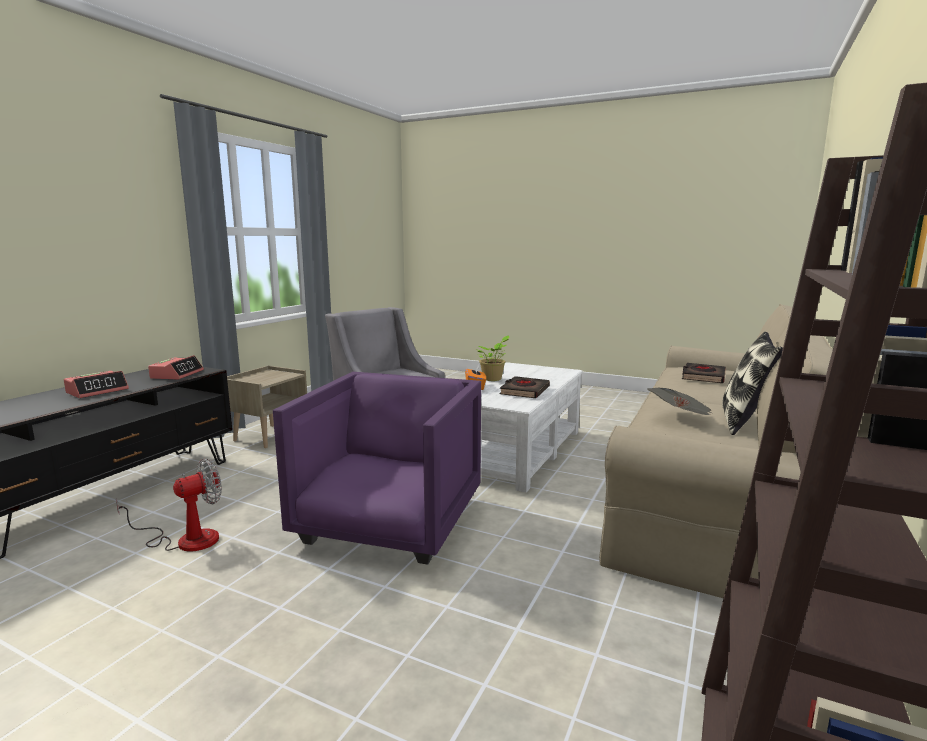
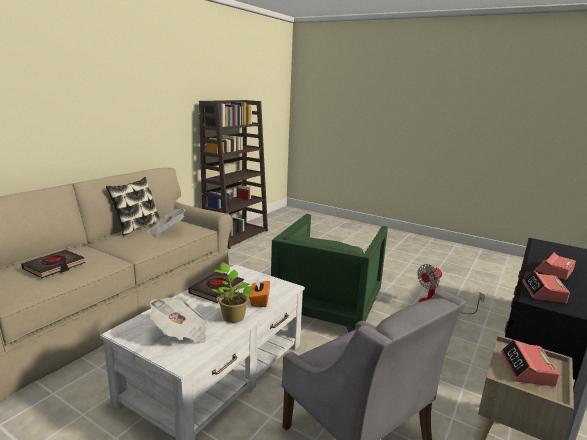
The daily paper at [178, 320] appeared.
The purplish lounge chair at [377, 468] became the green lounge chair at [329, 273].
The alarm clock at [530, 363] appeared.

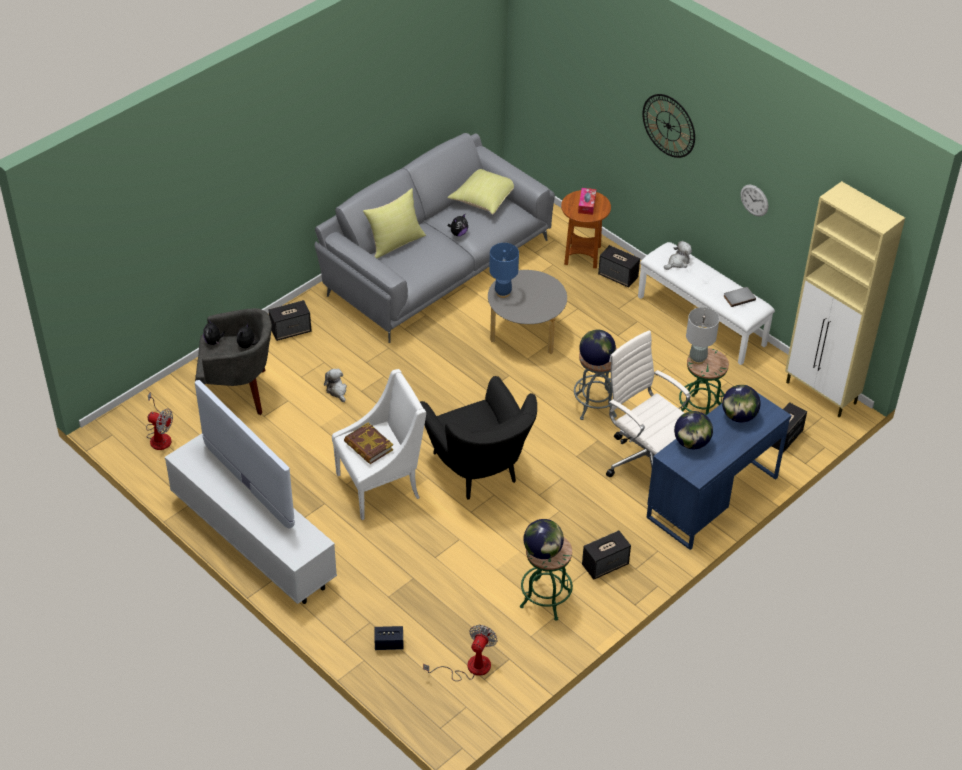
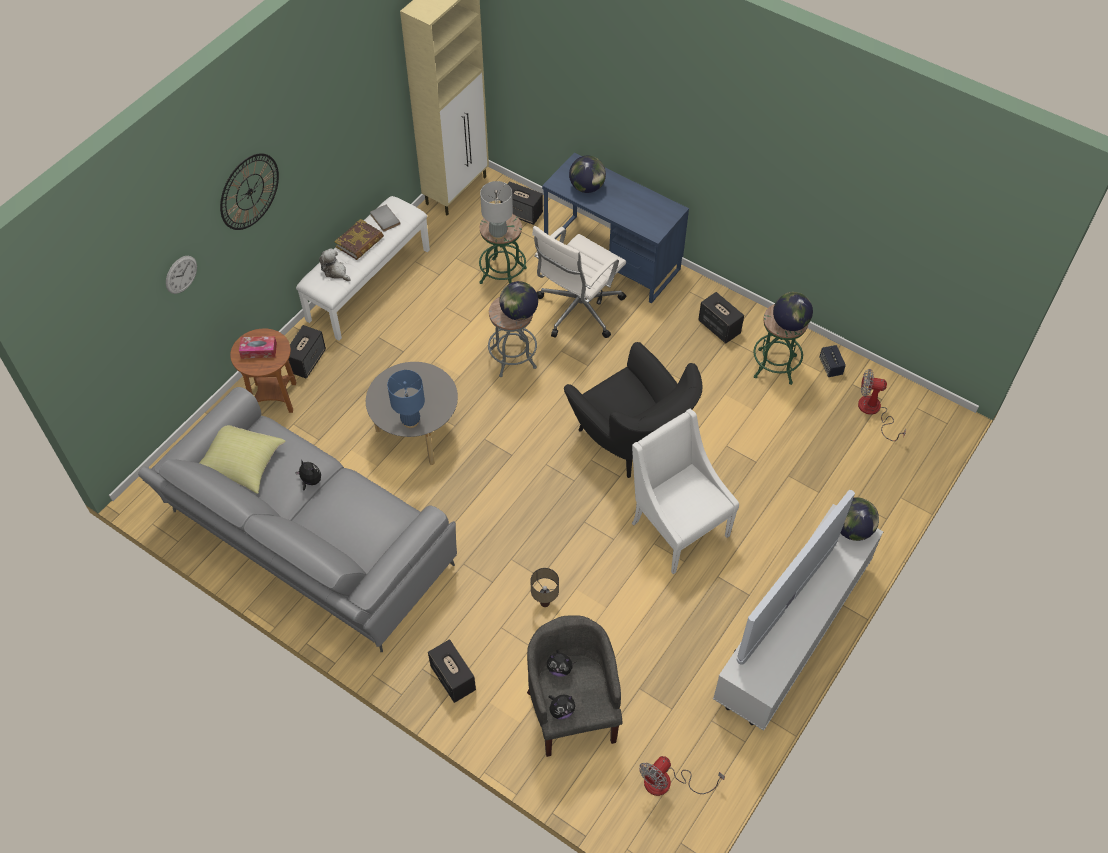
The wall clock moved from [754, 200] to [181, 275].
The volume moved from [368, 443] to [359, 239].
The soft toy at [335, 385] was replaced by the table lamp at [544, 587].
The black lounge chair at [478, 438] turned 90 degrees clockwise.
The cooling fan at [159, 421] turned 150 degrees counterclockwise.
The loudspeaker moved from [388, 638] to [833, 361].
The world globe moved from [693, 430] to [860, 519].
The yellow throw pillow at [394, 223] disappeared.

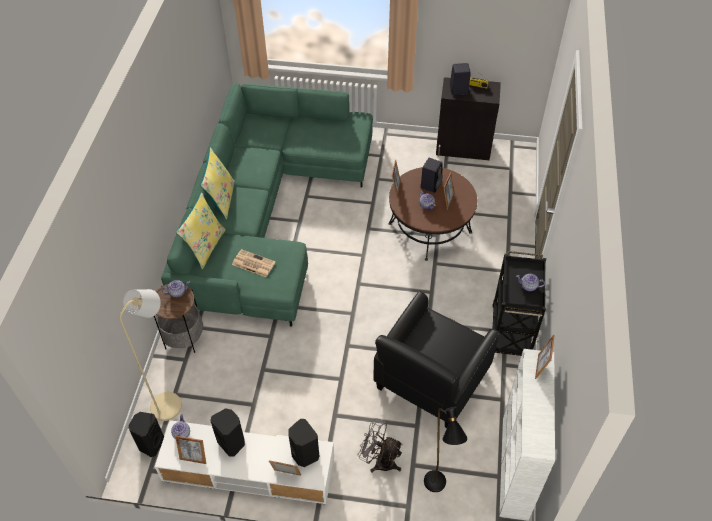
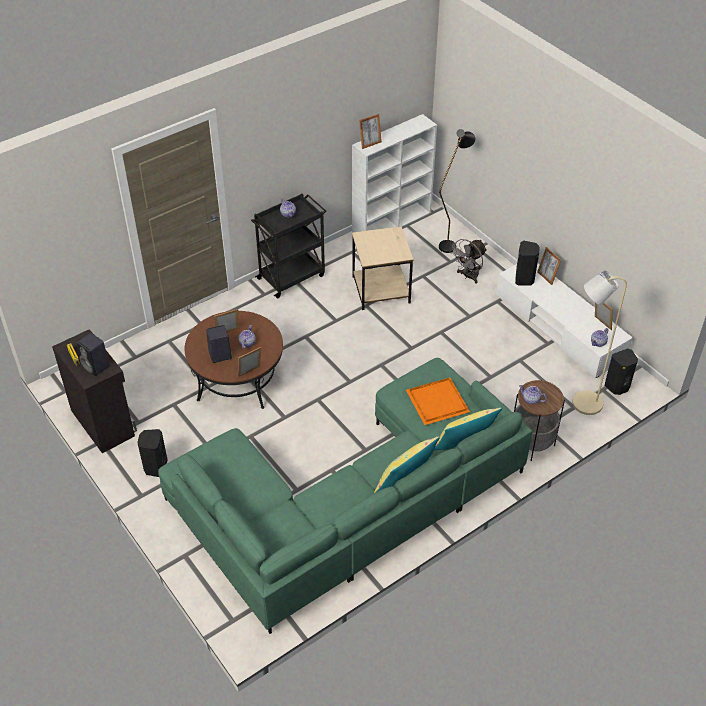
The black loudspeaker moved from [227, 432] to [152, 453].
The black lounge chair at [437, 359] was replaced by the sand-coloured accent table at [382, 268].
The daily paper at [253, 263] was replaced by the orange-coloured carrying tray at [438, 401].
The greyish cooling fan at [380, 445] turned 60 degrees clockwise.

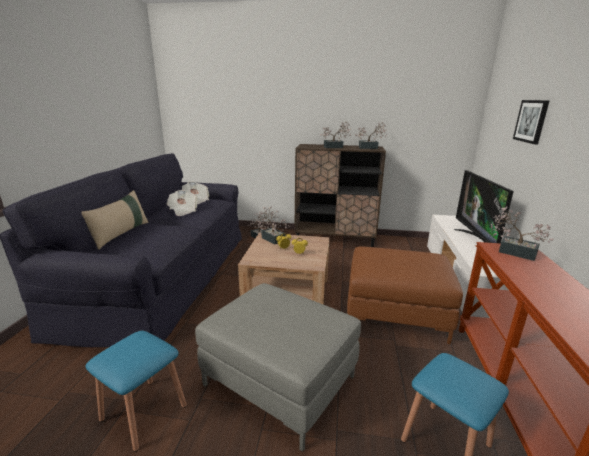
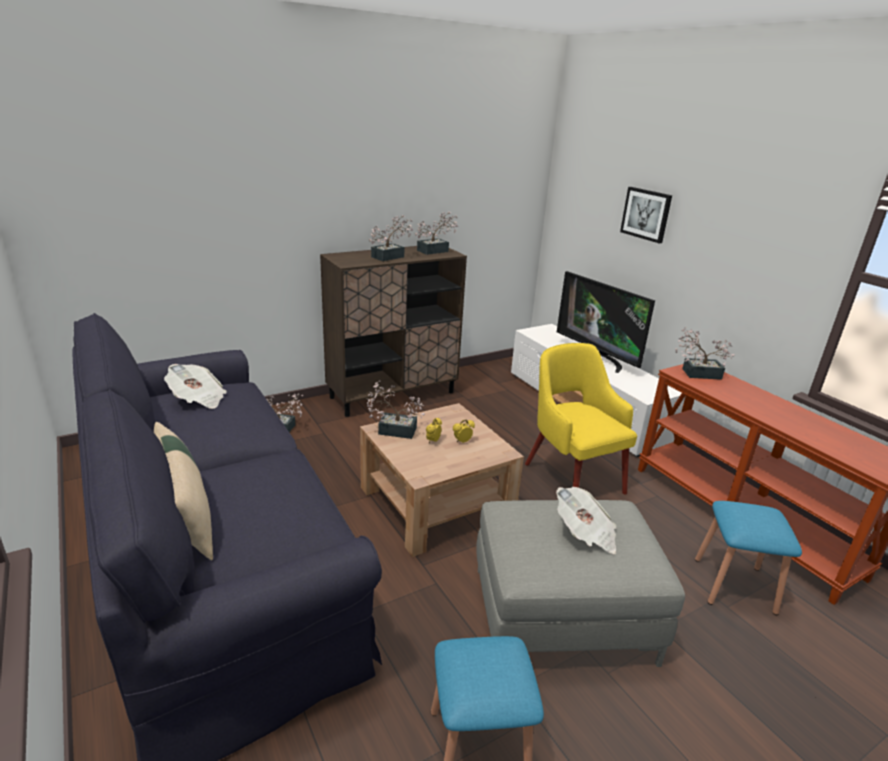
The brown ottoman at [405, 295] was replaced by the yellow lounge chair at [581, 419].
The daily paper moved from [182, 203] to [586, 520].

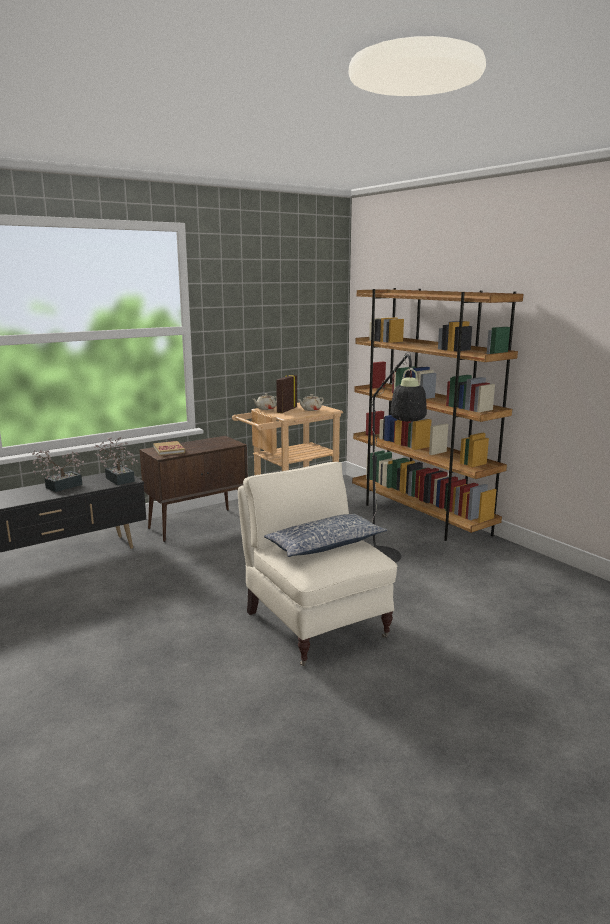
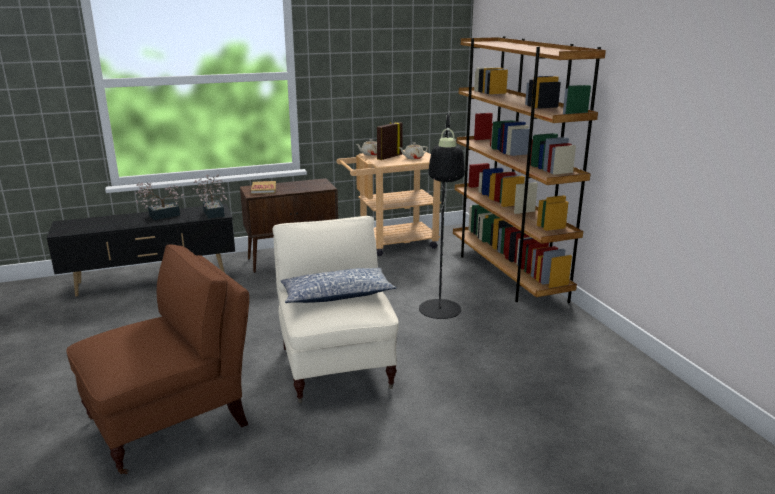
The brown lounge chair at [157, 359] appeared.

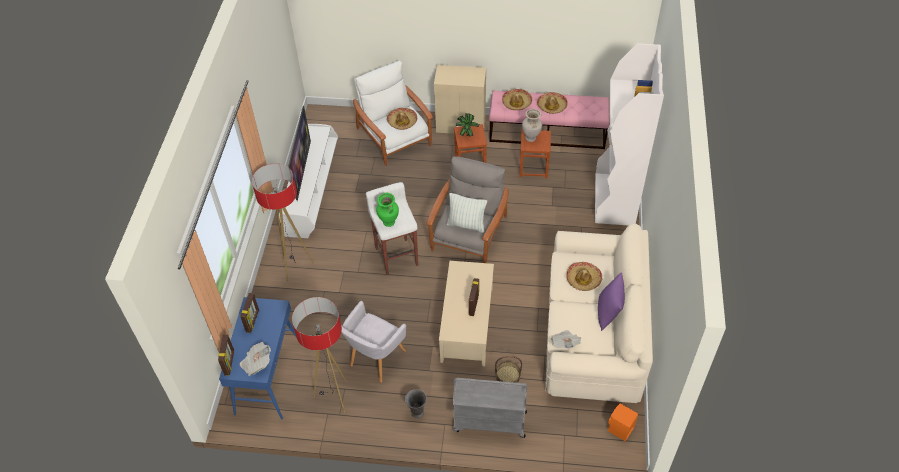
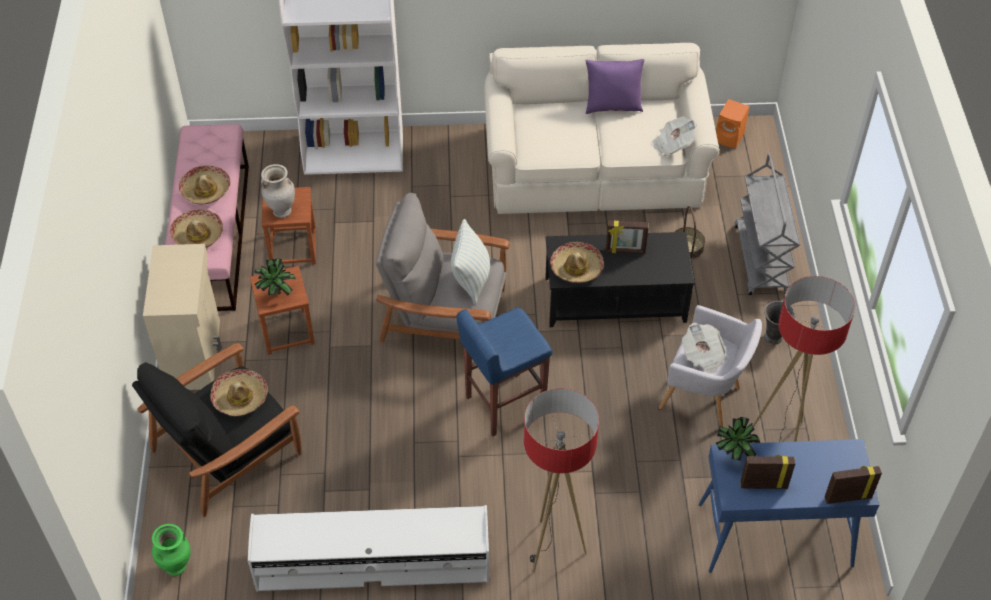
The white-coloured lounge chair at [393, 113] became the black lounge chair at [217, 430].
The green flower vase moved from [387, 210] to [171, 550].
The white-coloured stool at [392, 228] became the blue stool at [504, 372].
The sand-coloured lounge table at [466, 313] became the black lounge table at [620, 279].
The wearable hat moved from [584, 276] to [577, 262].
The daily paper moved from [255, 359] to [704, 349].
The plant in a pot at [738, 439] appeared.
The television at [299, 153] disappeared.

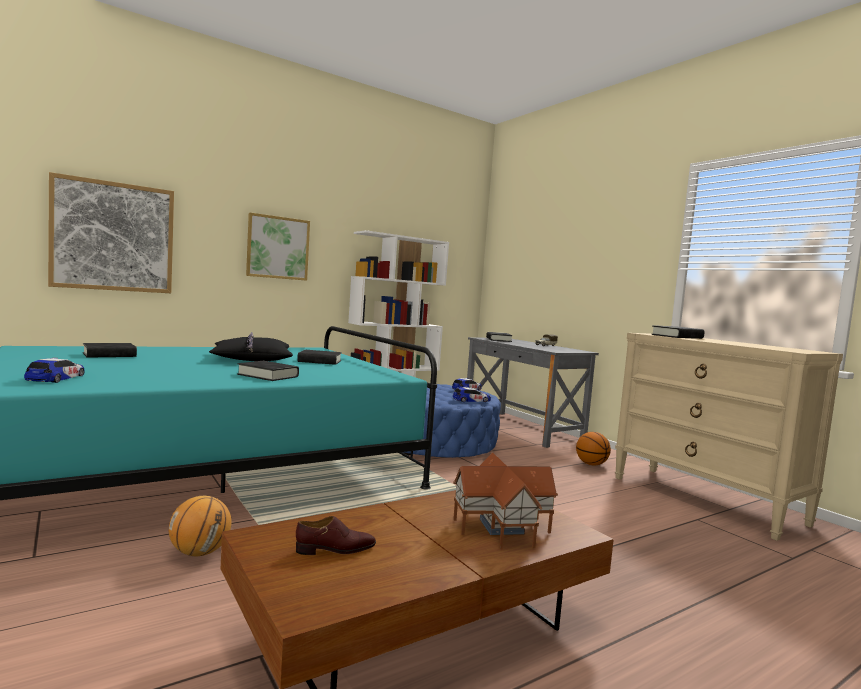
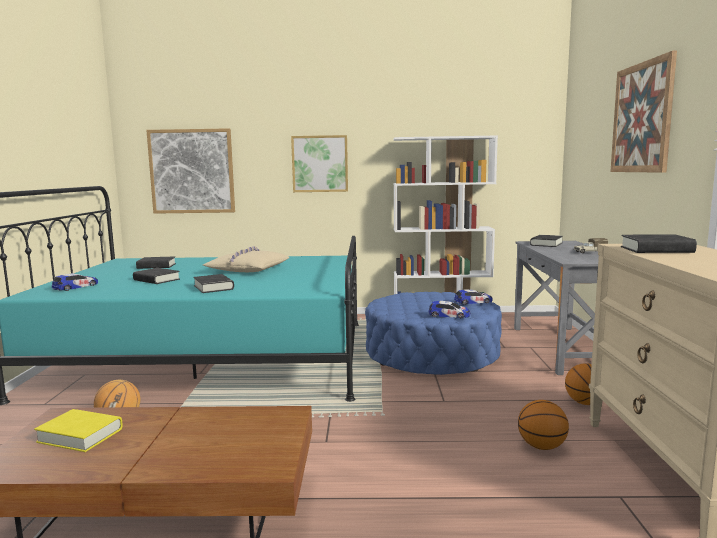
The brown shoe at [336, 535] was replaced by the yellow volume at [78, 430].
The black volume moved from [319, 357] to [156, 276].
The black throw pillow at [251, 346] became the sand-coloured throw pillow at [246, 259].
The basketball at [543, 425] appeared.
The wall picture at [643, 112] appeared.
The miniature house at [505, 500] disappeared.

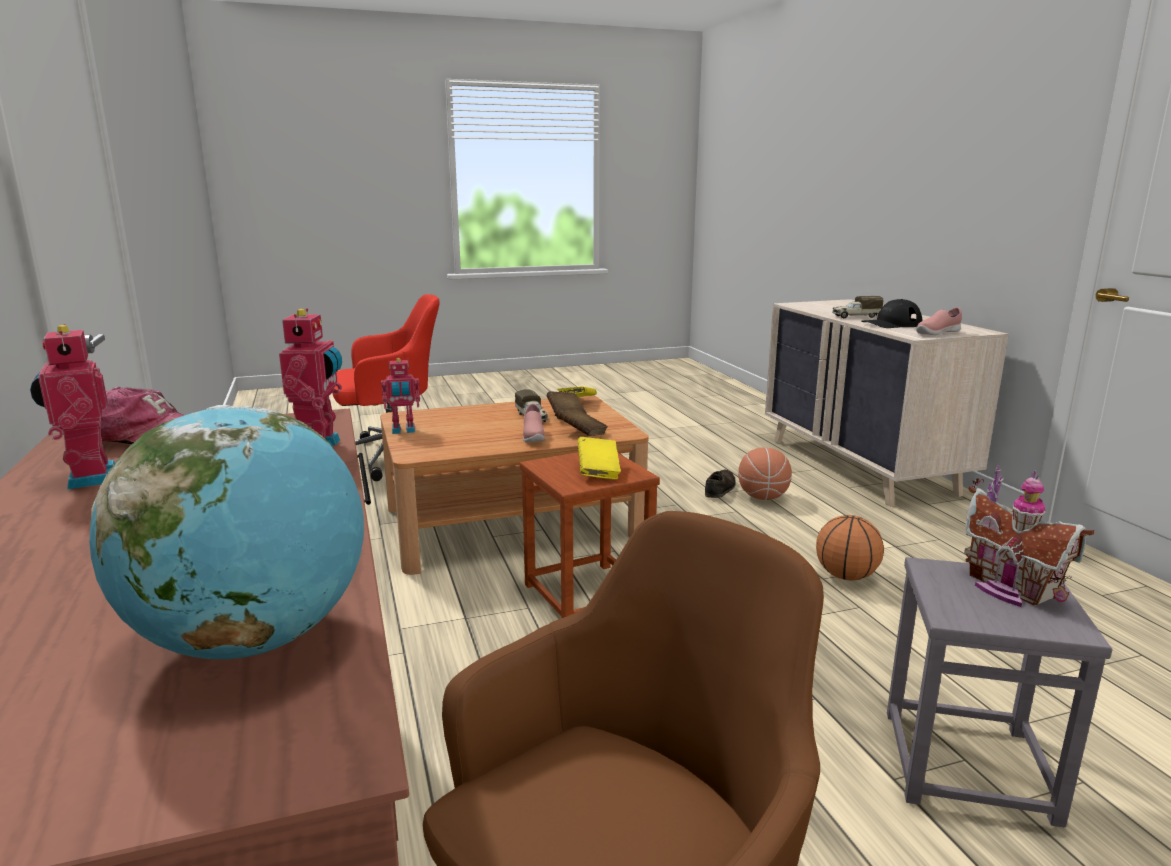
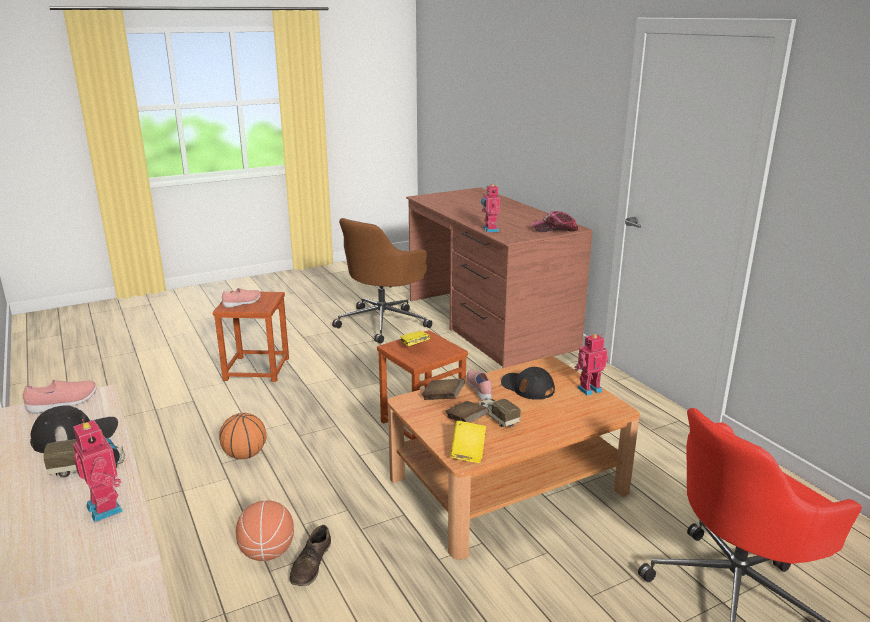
The model robot moved from [72, 406] to [98, 470].
The greyish stool at [1000, 692] became the brown stool at [251, 336].
The miniature house at [1029, 536] was replaced by the pink-coloured shoe at [241, 298].
The black baseball cap at [528, 383] appeared.
The world globe at [226, 532] disappeared.

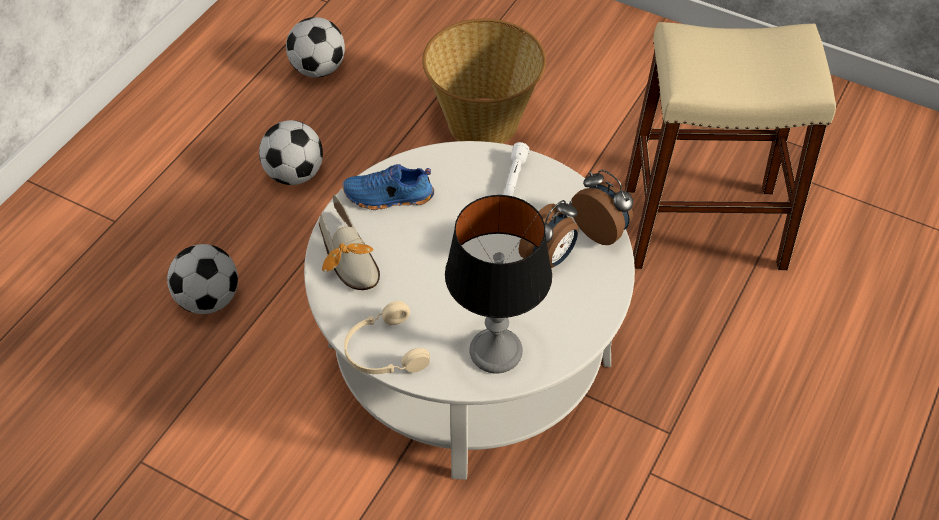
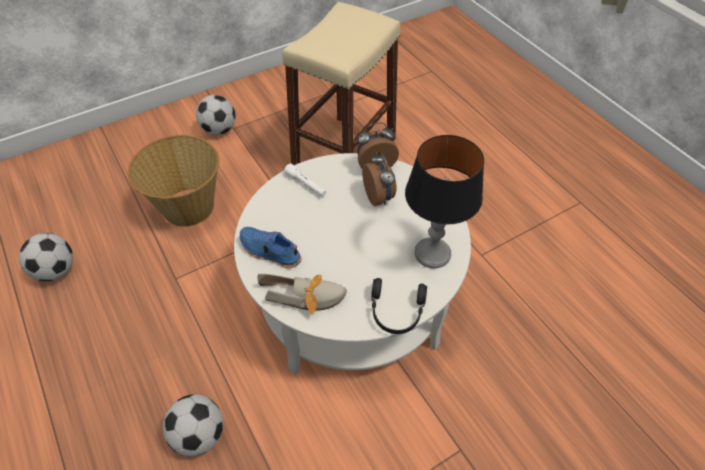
The football ball moved from [291, 152] to [216, 115].
The blue shoe at [388, 187] turned 90 degrees clockwise.
The sand-coloured pair of headphones at [387, 337] became the black pair of headphones at [399, 306].

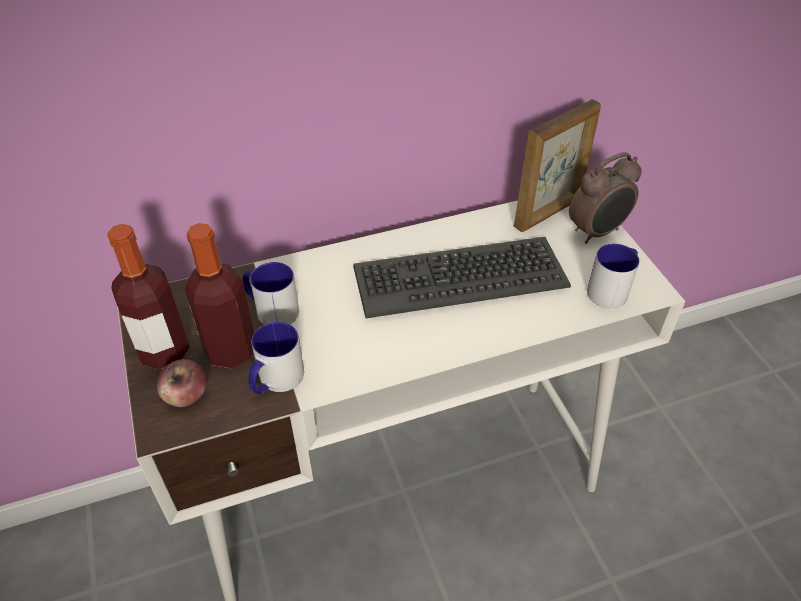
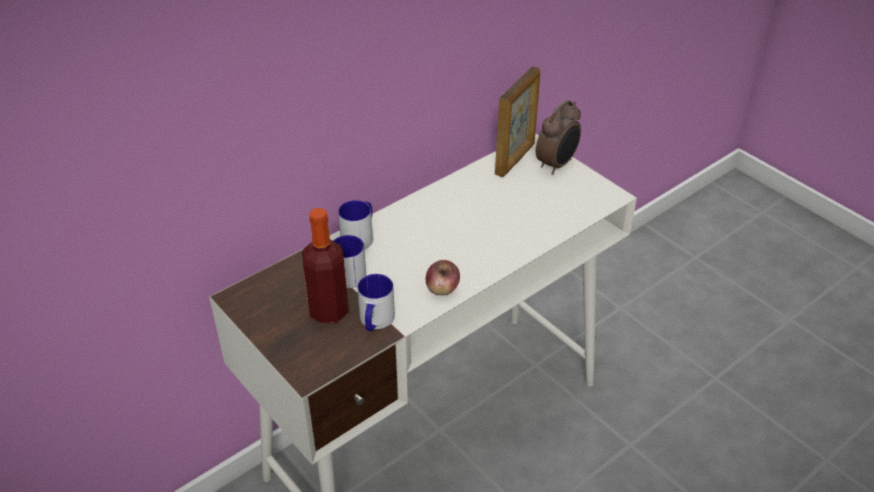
The mug moved from [613, 276] to [355, 224].
The apple fruit moved from [182, 383] to [443, 277].
The drink bottle at [148, 297] disappeared.
The PC keyboard at [462, 277] disappeared.

